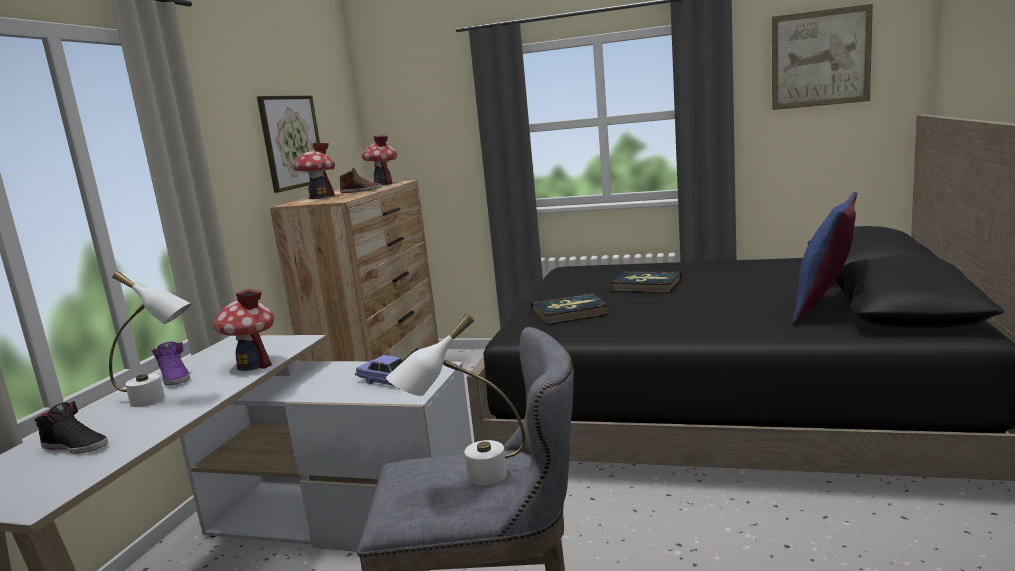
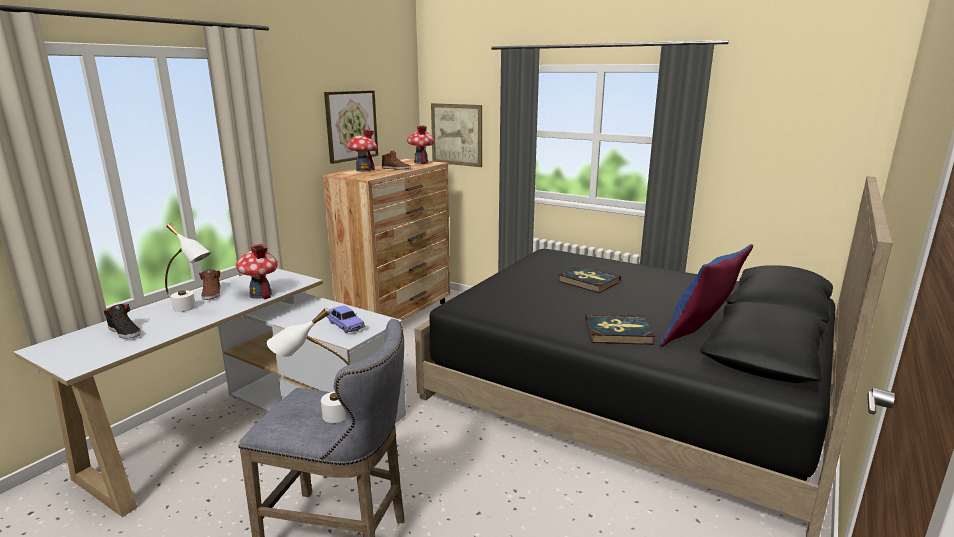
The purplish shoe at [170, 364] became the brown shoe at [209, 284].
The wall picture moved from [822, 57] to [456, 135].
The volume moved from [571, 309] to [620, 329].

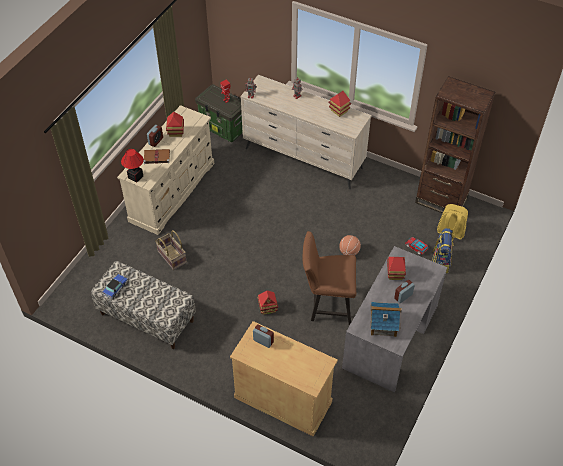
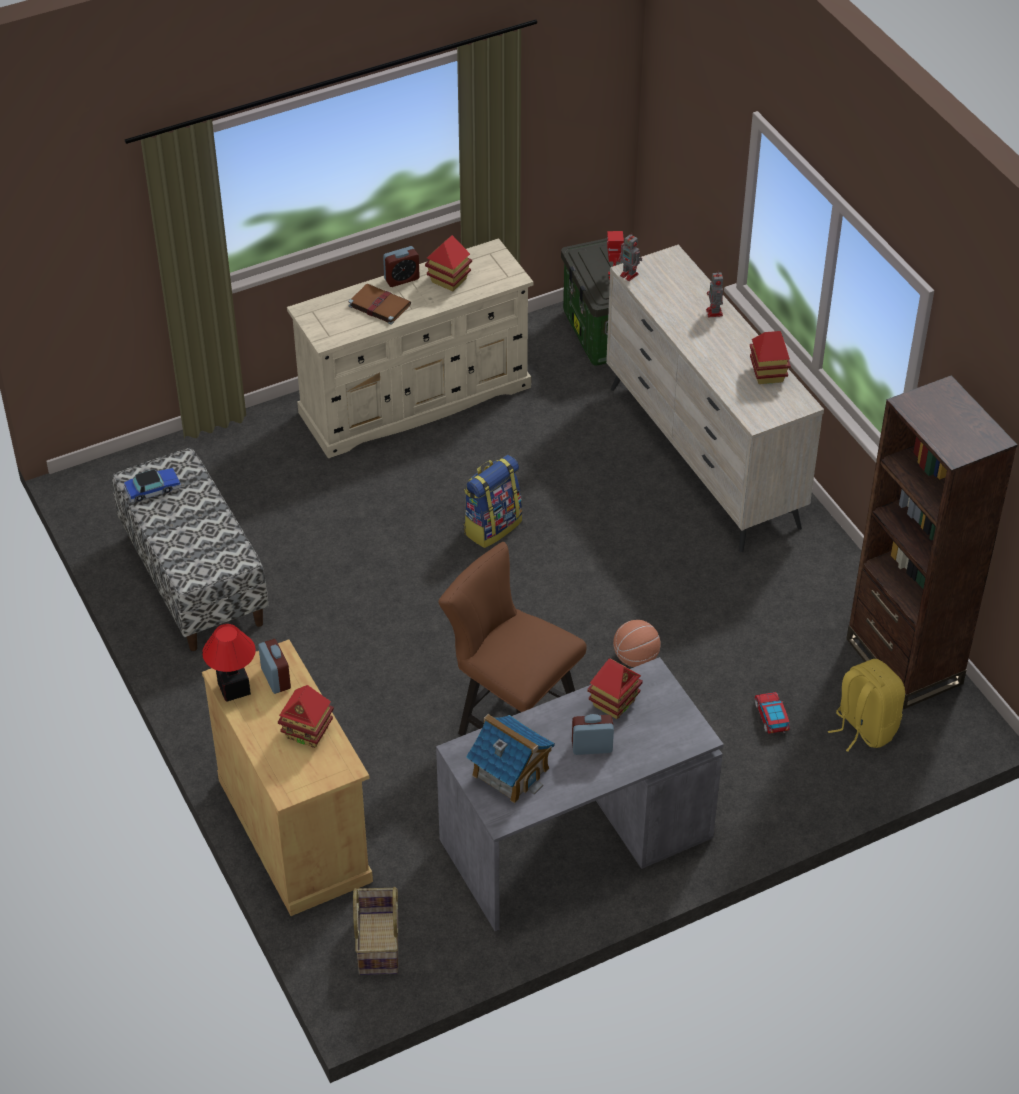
The table lamp moved from [132, 166] to [229, 663].
The miniature house moved from [267, 303] to [306, 716].
The household basket moved from [171, 250] to [375, 931].
The rucksack moved from [442, 250] to [492, 501].

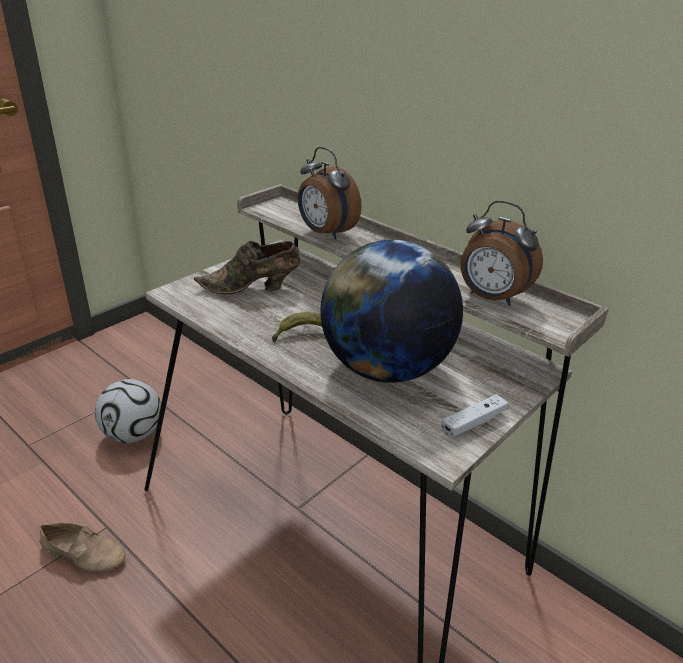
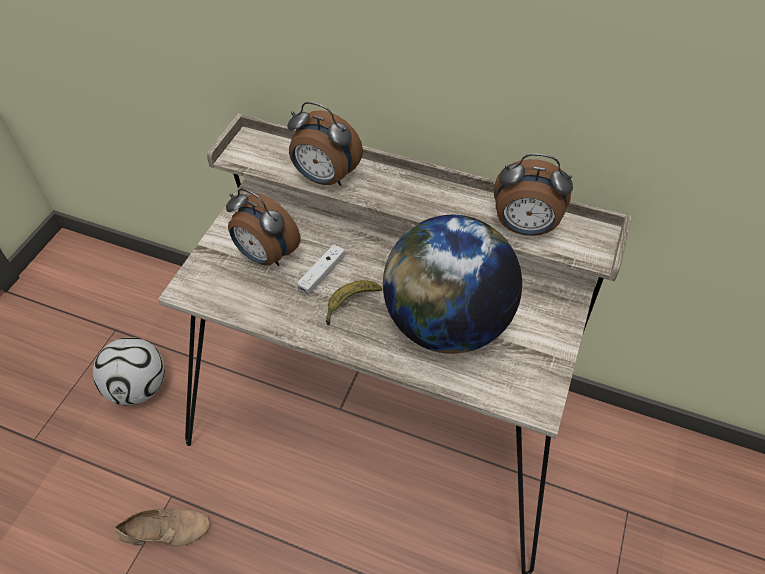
The brown shoe at [247, 267] was replaced by the alarm clock at [263, 227].
The white-coloured gamepad moved from [475, 416] to [321, 269].

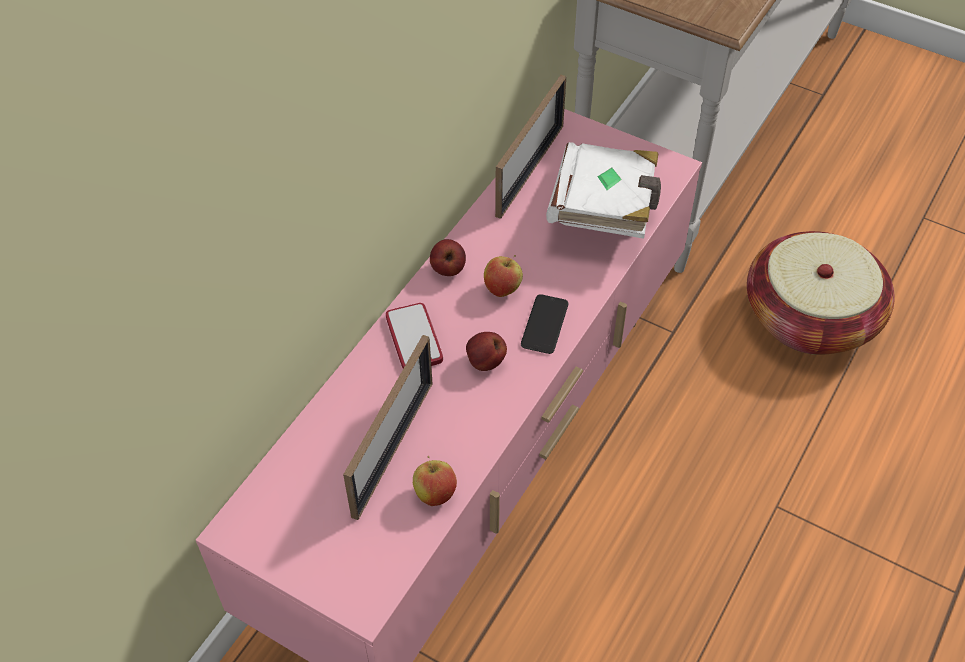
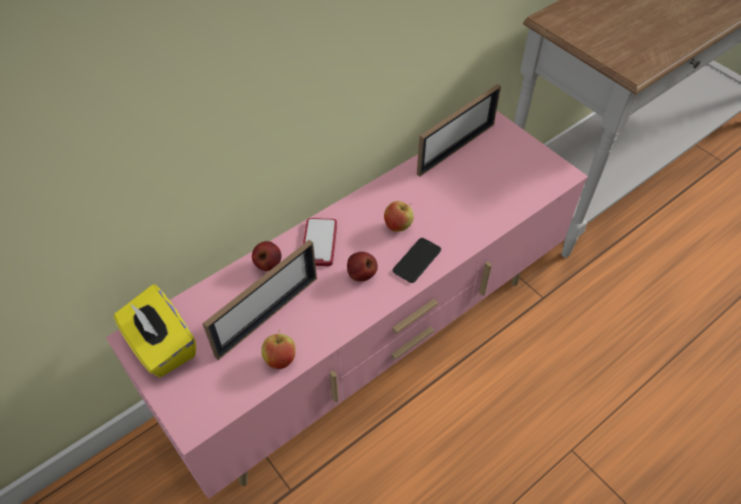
The yellow tissue holder at [155, 331] appeared.
The apple fruit moved from [448, 257] to [266, 256].
The white-coloured volume at [603, 190] disappeared.
The household basket at [821, 293] disappeared.

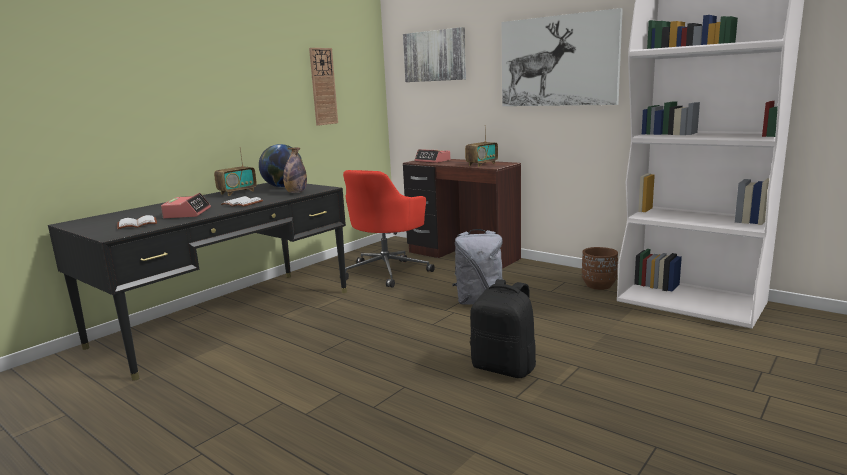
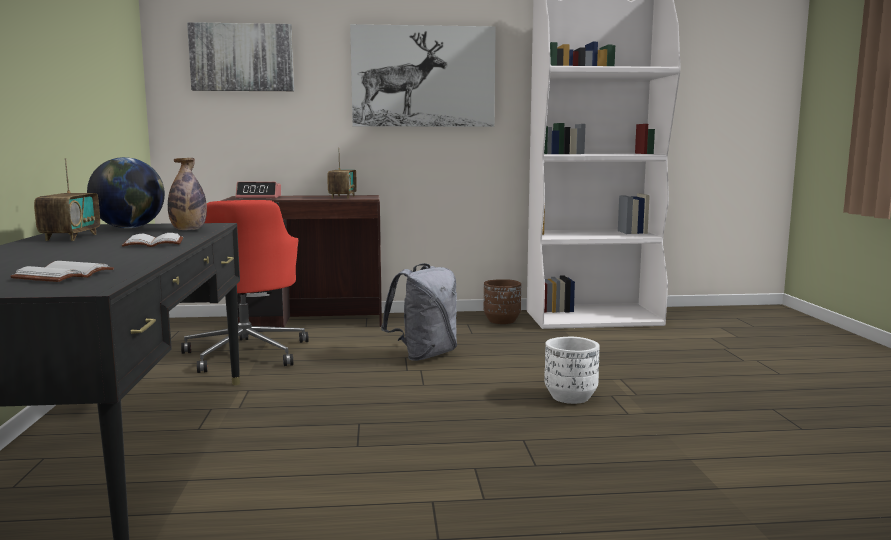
The black rucksack at [503, 328] was replaced by the white-coloured planter at [572, 370].
The alarm clock at [186, 205] disappeared.
The wall clock at [323, 87] disappeared.

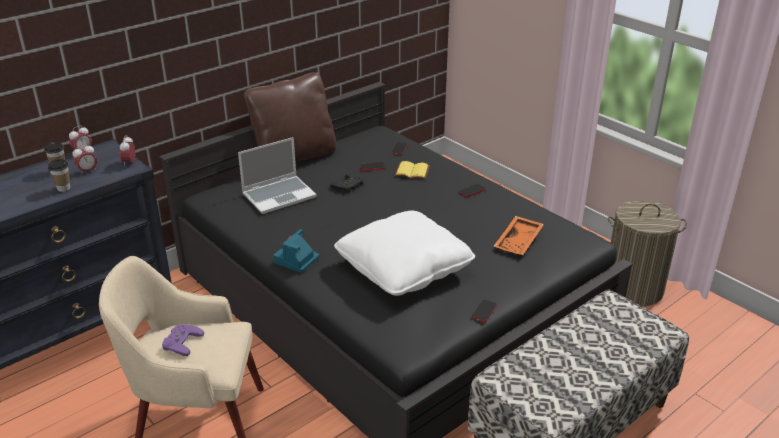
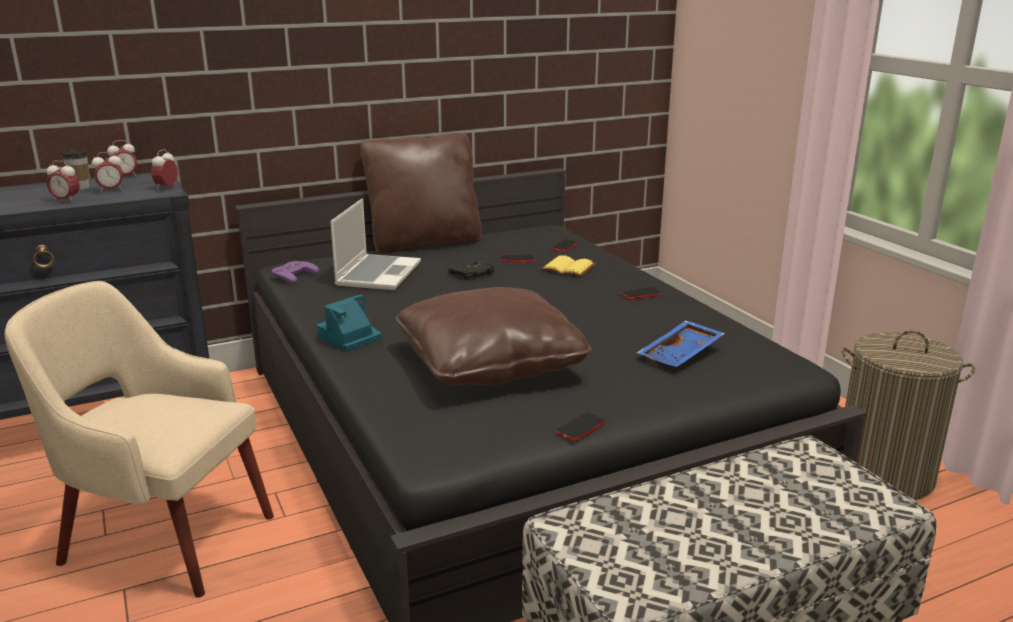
The drinking cup at [59, 175] was replaced by the alarm clock at [63, 182].
The purplish gamepad moved from [183, 340] to [295, 272].
The portable computer at [277, 175] turned 60 degrees counterclockwise.
The white-coloured throw pillow at [404, 253] became the brown throw pillow at [493, 336].
The orange-coloured carrying tray at [518, 235] became the blue carrying tray at [681, 343].

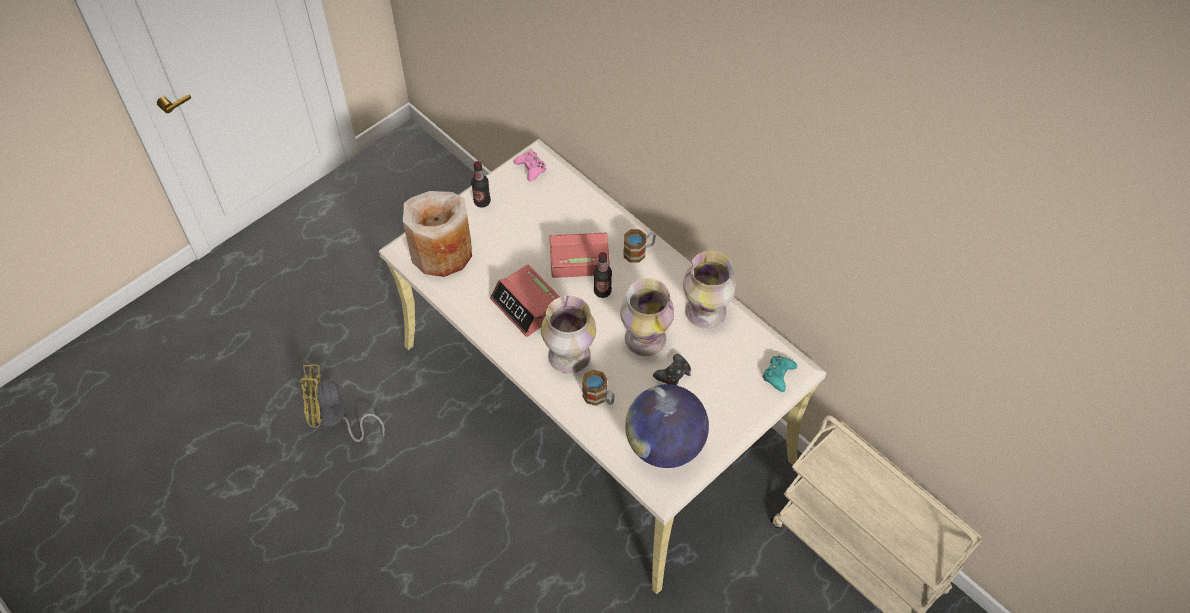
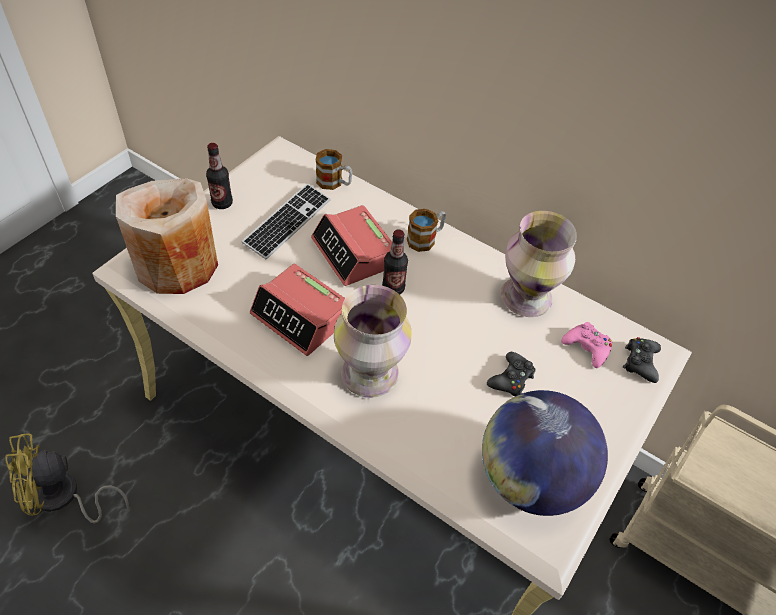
The PC keyboard at [286, 222] appeared.
The alarm clock at [579, 255] turned 105 degrees counterclockwise.
The mug moved from [598, 388] to [334, 169].
The pink-coloured gamepad moved from [530, 166] to [586, 345].
The blue-green gamepad at [779, 374] became the black gamepad at [642, 360].
The flower vase at [647, 317] disappeared.

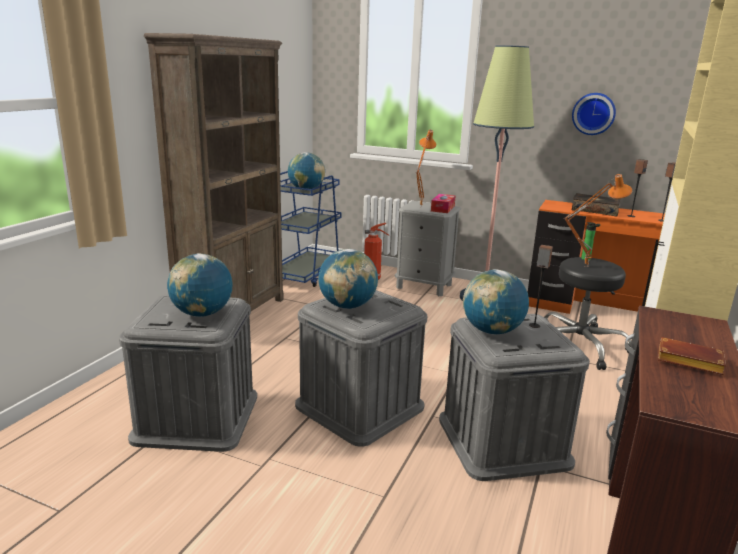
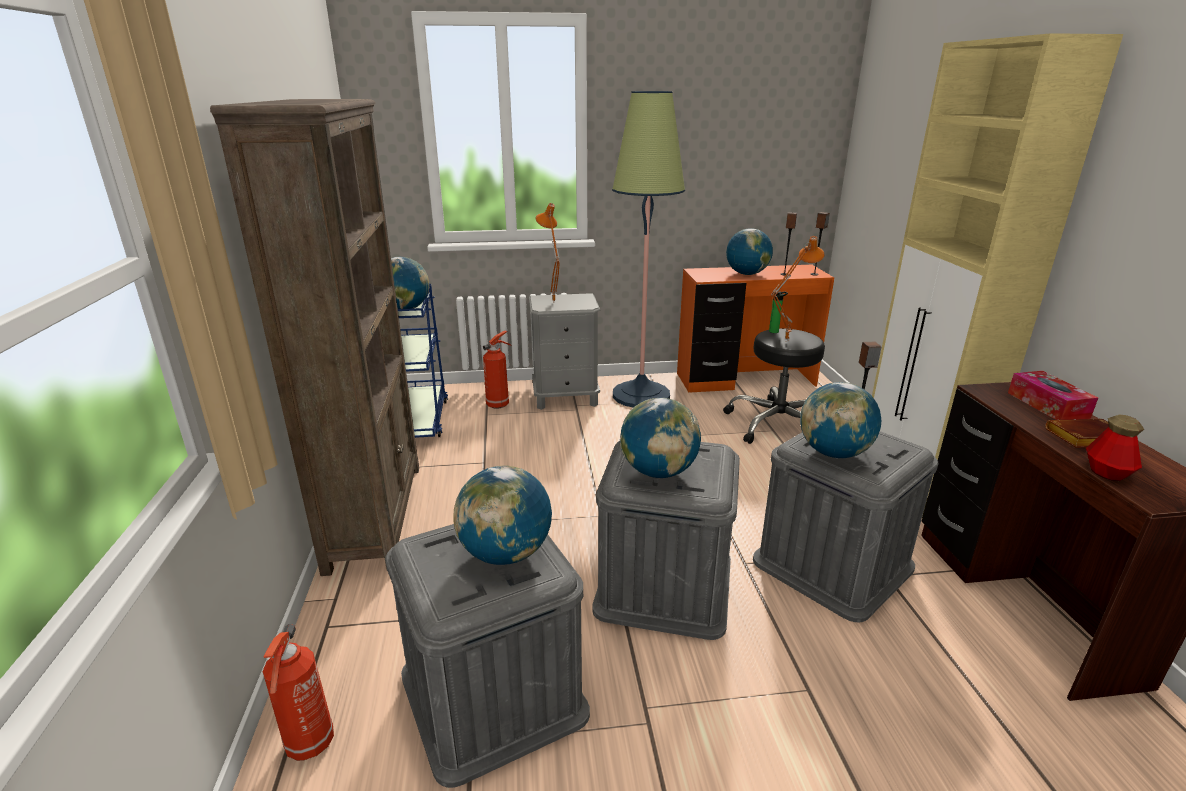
The extinguisher at [298, 692] appeared.
The volume at [596, 205] was replaced by the world globe at [749, 251].
The tissue holder moved from [443, 203] to [1053, 395].
The drink bottle at [1115, 448] appeared.
The wall clock at [594, 114] disappeared.

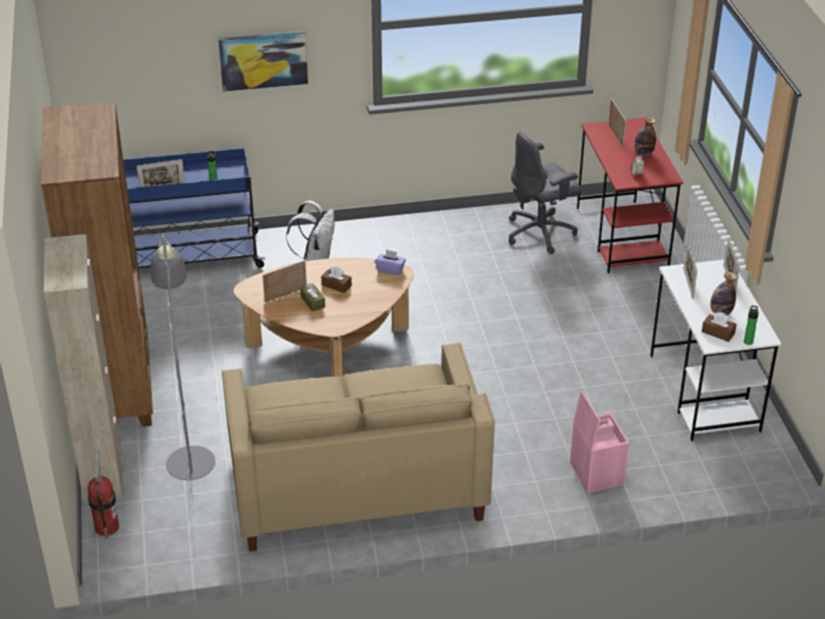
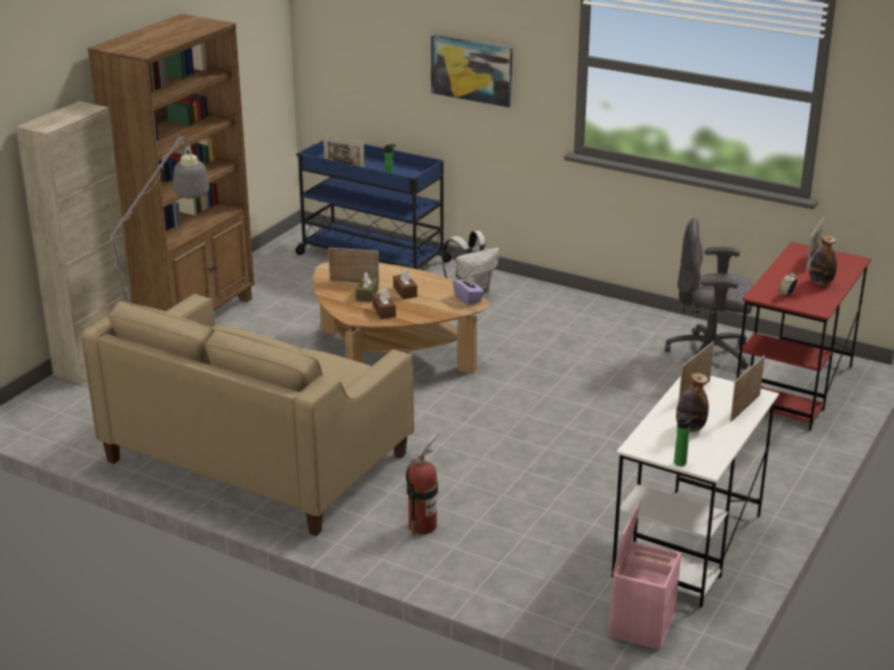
The brown tissue holder moved from [719, 327] to [384, 303].
The extinguisher moved from [103, 494] to [422, 483].
The pink-coloured storage container moved from [599, 441] to [645, 575].

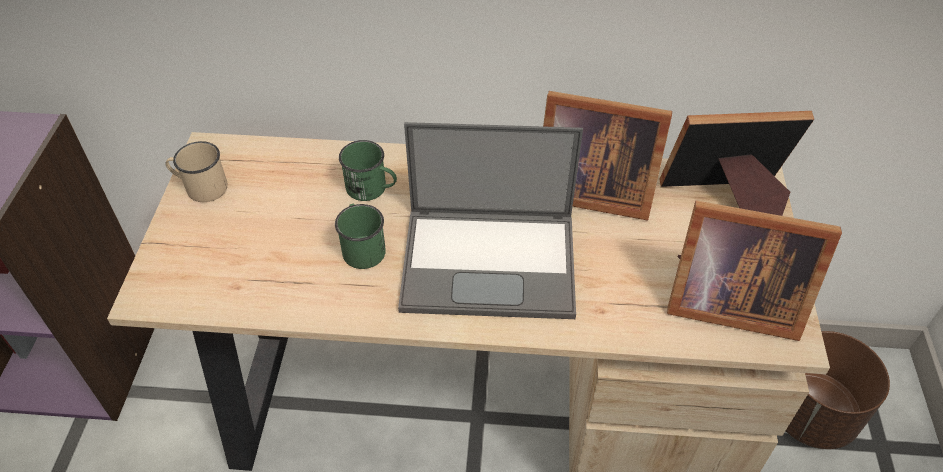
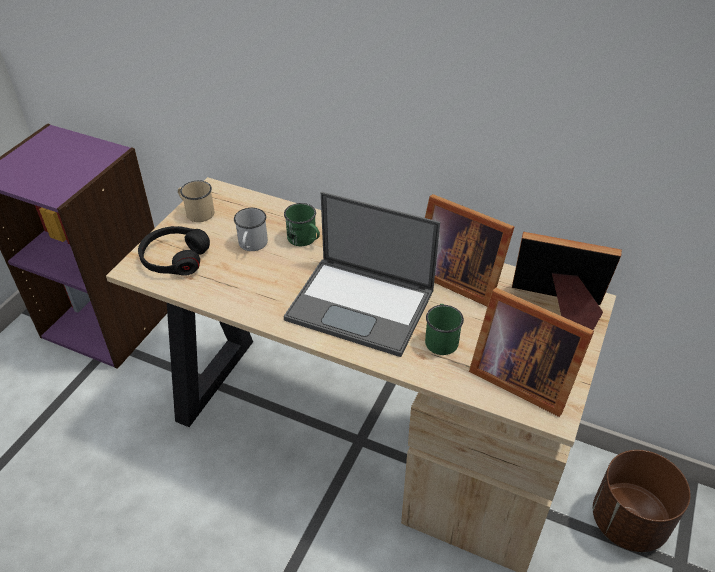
The black pair of headphones at [174, 251] appeared.
The white-coloured mug at [251, 229] appeared.
The green mug moved from [360, 236] to [444, 329].

